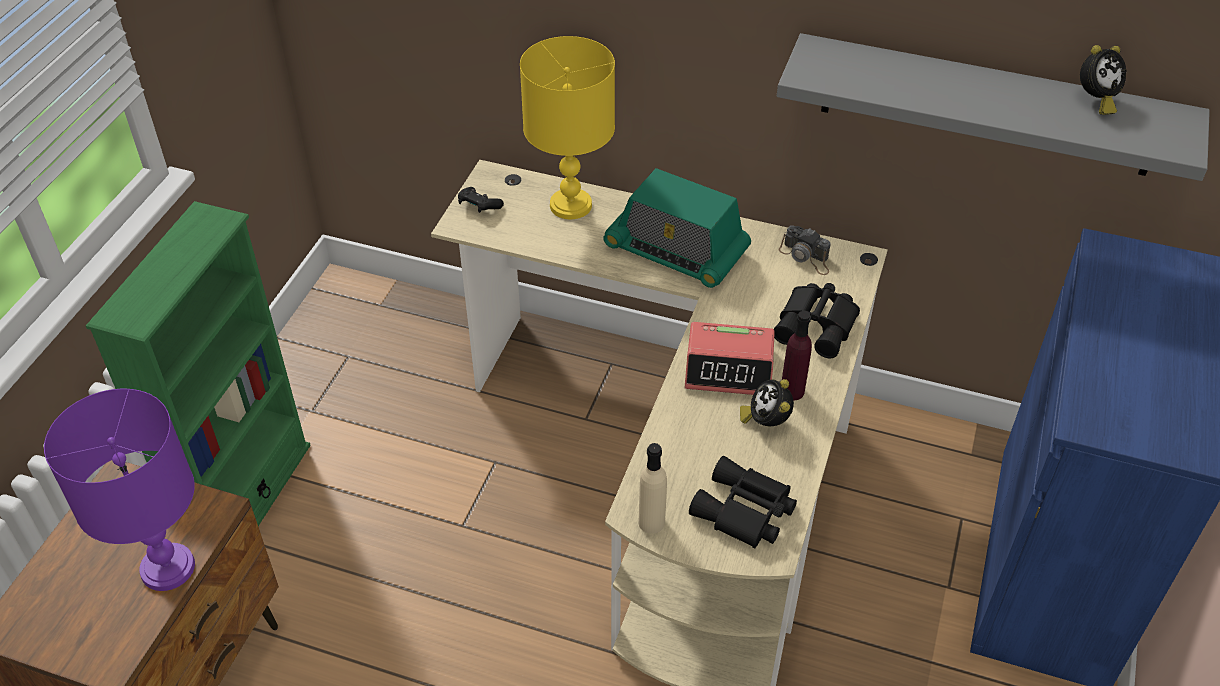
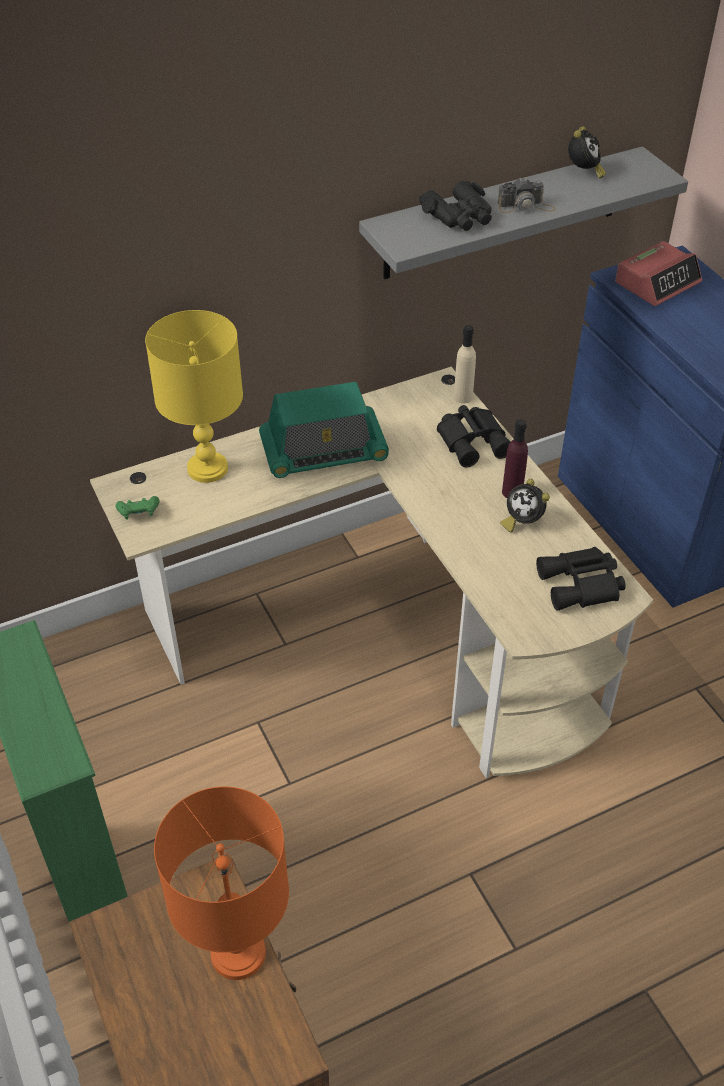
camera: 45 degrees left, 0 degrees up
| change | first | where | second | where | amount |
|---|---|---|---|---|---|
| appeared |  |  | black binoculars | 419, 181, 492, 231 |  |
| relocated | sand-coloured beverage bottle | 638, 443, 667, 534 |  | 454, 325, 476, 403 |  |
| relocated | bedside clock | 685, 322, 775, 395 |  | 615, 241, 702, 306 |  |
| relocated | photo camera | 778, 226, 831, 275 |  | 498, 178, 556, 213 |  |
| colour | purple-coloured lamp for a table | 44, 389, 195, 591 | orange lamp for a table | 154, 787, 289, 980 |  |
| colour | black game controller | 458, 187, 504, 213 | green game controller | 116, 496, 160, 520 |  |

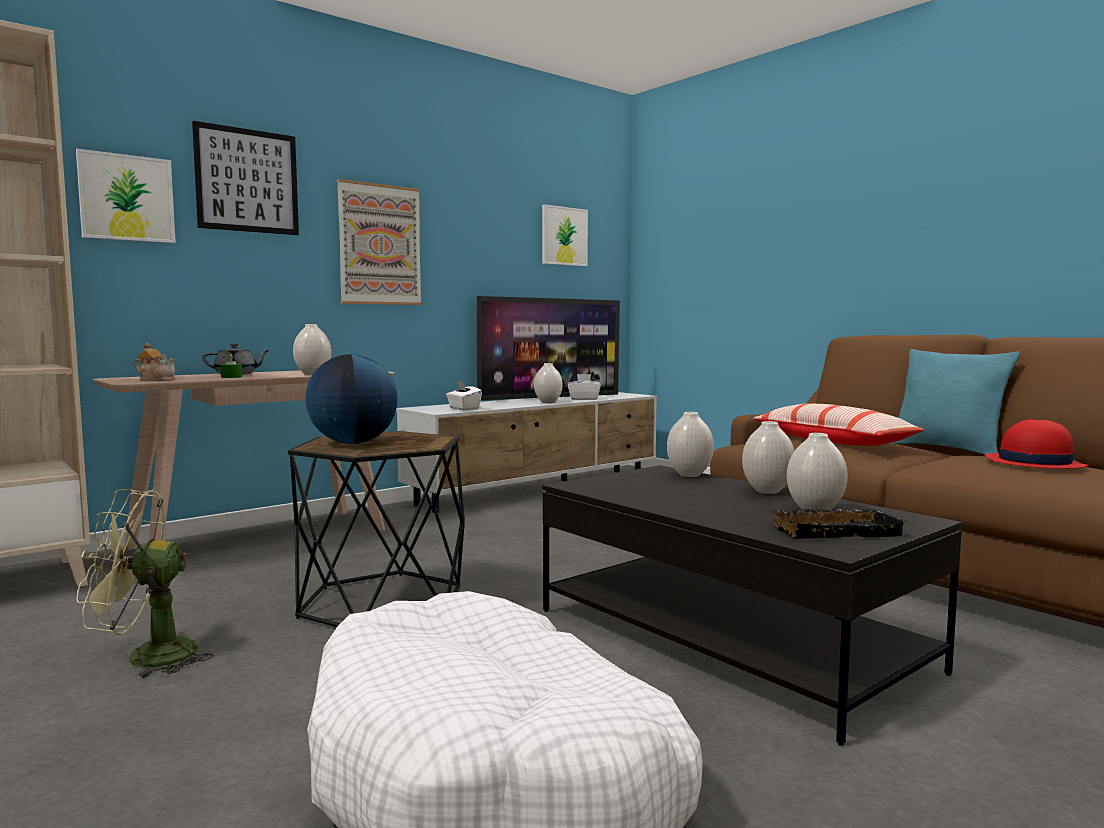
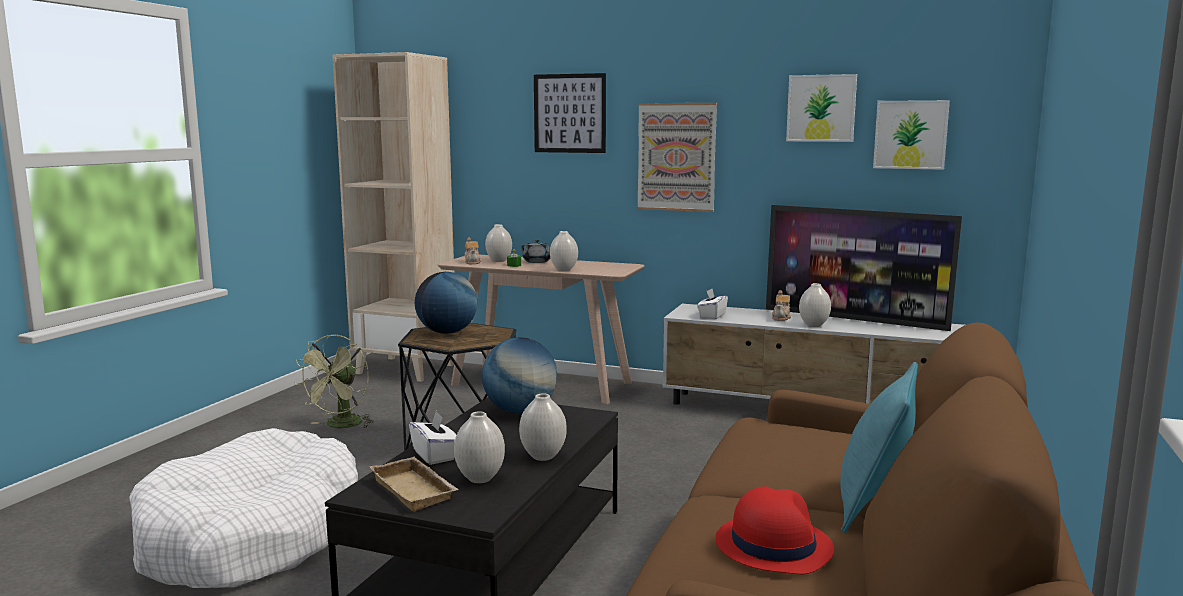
camera: 60 degrees right, 5 degrees up
| change | first | where | second | where | amount |
|---|---|---|---|---|---|
| missing | cushion | 753, 403, 924, 446 |  |  |  |
| appeared |  |  | globe | 482, 337, 557, 413 |  |
| appeared |  |  | pot for tea | 772, 290, 791, 321 |  |
| relocated | wall art | 76, 149, 176, 243 |  | 786, 74, 857, 142 |  |
| relocated | white-coloured tissue box | 568, 374, 601, 400 |  | 409, 412, 456, 465 |  |
| relocated | white-coloured vase | 667, 412, 714, 477 |  | 485, 224, 512, 262 |  |
| colour | black serving tray | 766, 509, 908, 539 | sand-coloured serving tray | 370, 457, 459, 512 |  |
| spun | green fan | 76, 489, 214, 680 |  | 296, 334, 375, 428 | 120 degrees counterclockwise |

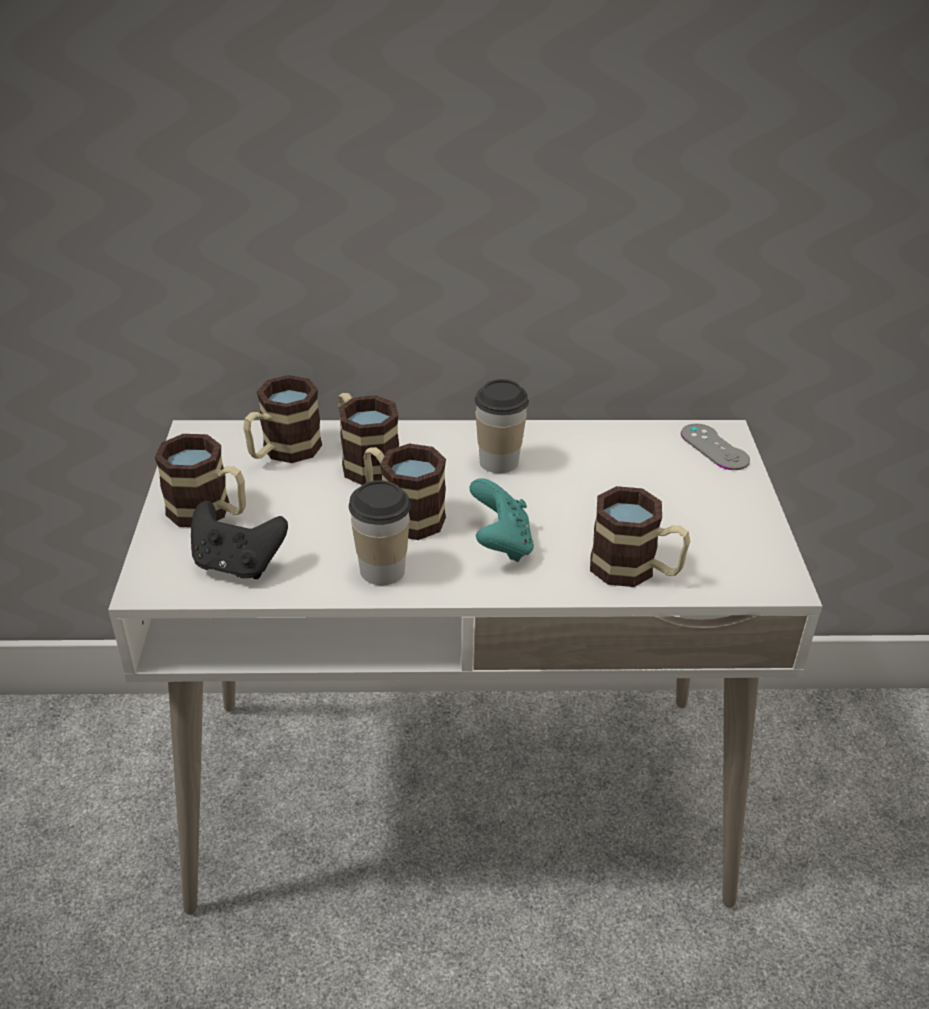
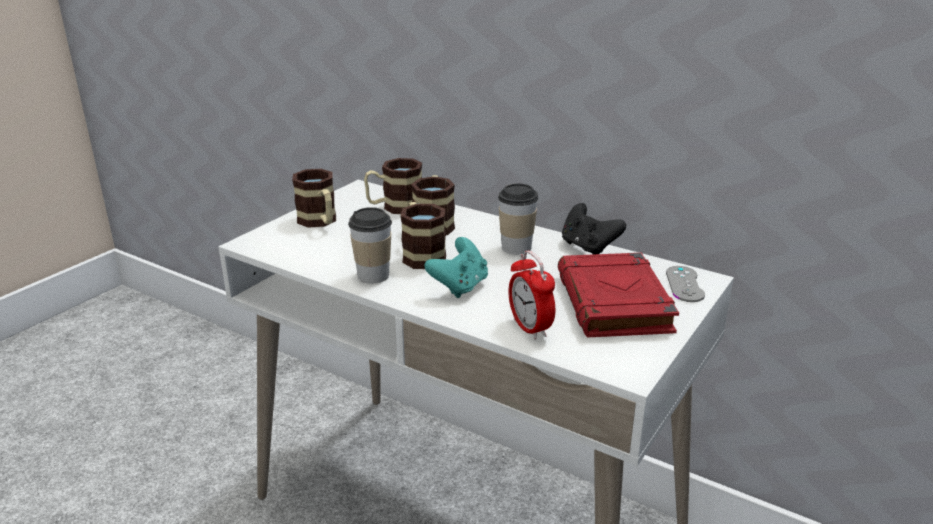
camera: 35 degrees right, 10 degrees down
| change | first | where | second | where | amount |
|---|---|---|---|---|---|
| appeared |  |  | red-coloured volume | 558, 253, 679, 337 |  |
| relocated | black game controller | 191, 500, 288, 579 |  | 562, 203, 626, 254 |  |
| exchanged | coffee mug | 590, 486, 690, 587 | bedside clock | 508, 251, 555, 340 |  |

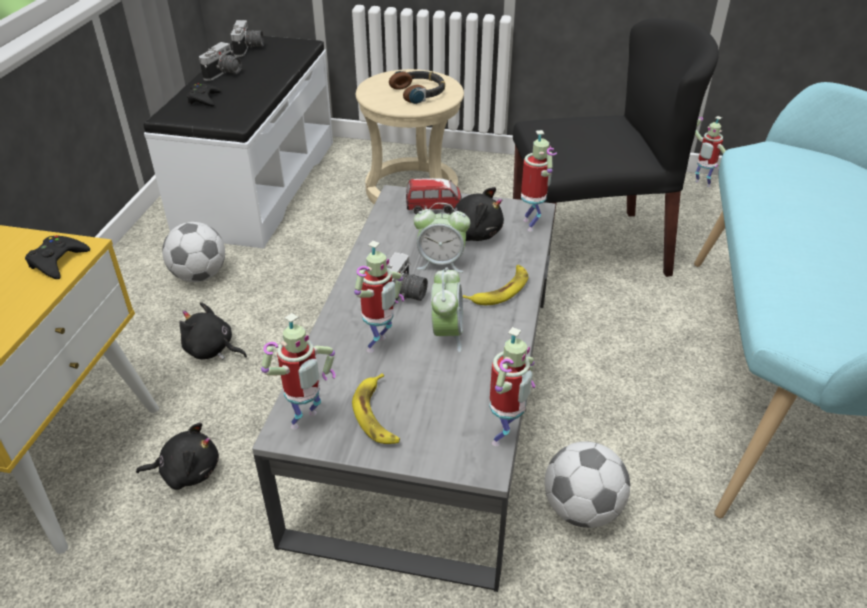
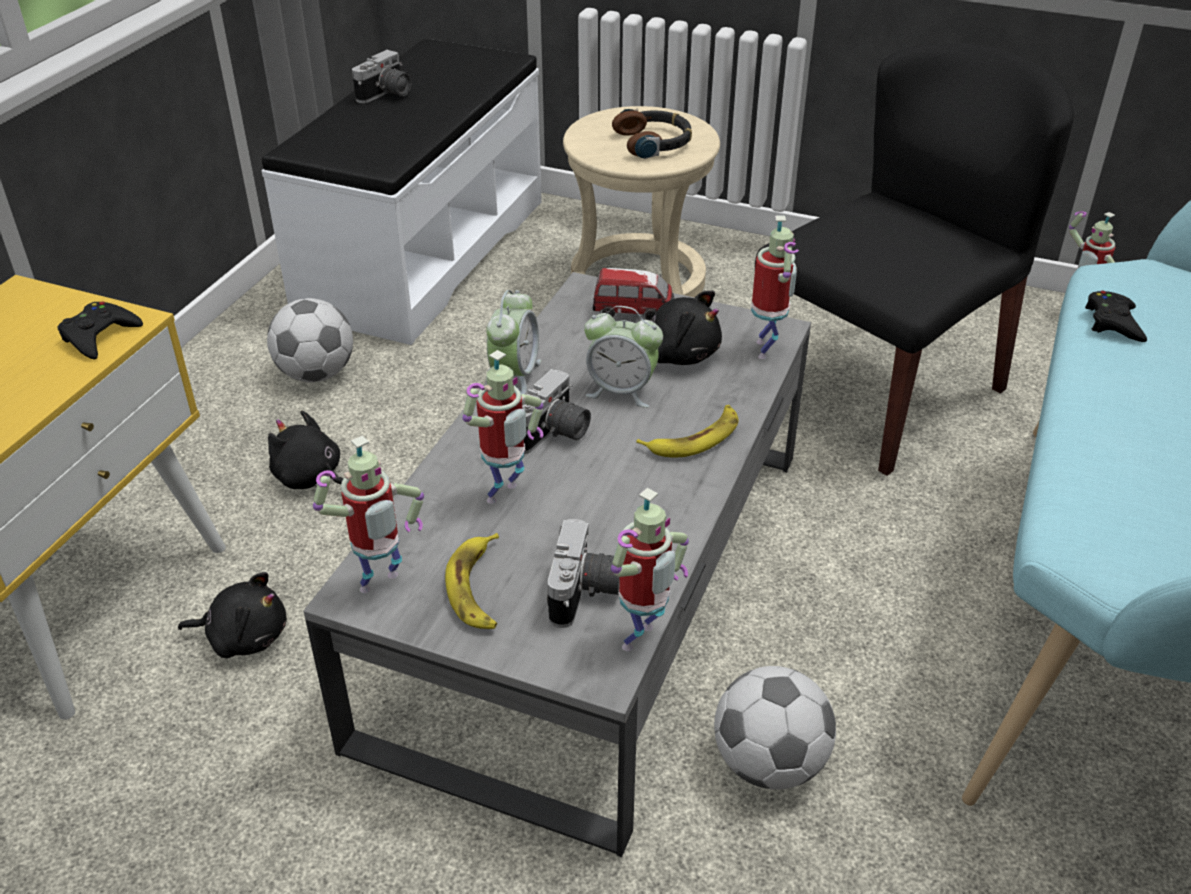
camera: 10 degrees right, 0 degrees up
| change | first | where | second | where | amount |
|---|---|---|---|---|---|
| relocated | black game controller | 187, 83, 221, 106 |  | 1085, 291, 1147, 342 |  |
| relocated | photo camera | 231, 20, 264, 57 |  | 547, 519, 619, 628 |  |
| relocated | bedside clock | 431, 267, 463, 352 |  | 486, 290, 541, 394 |  |
| spun | black chair | 513, 18, 719, 277 |  | 755, 43, 1074, 476 | 45 degrees counterclockwise |

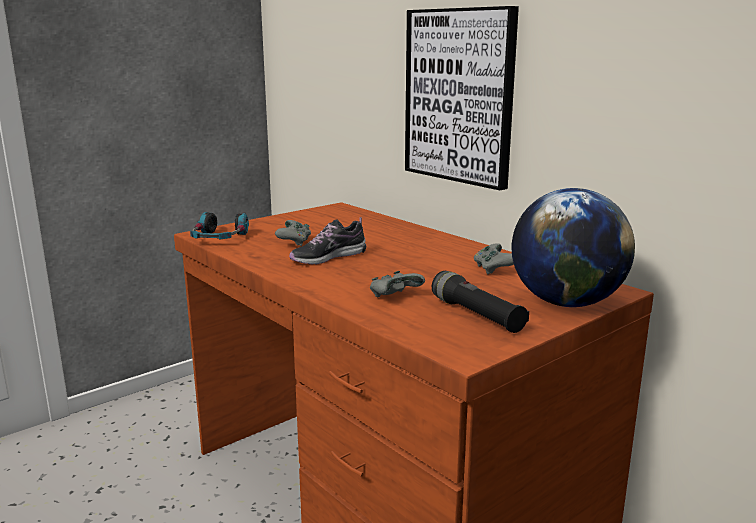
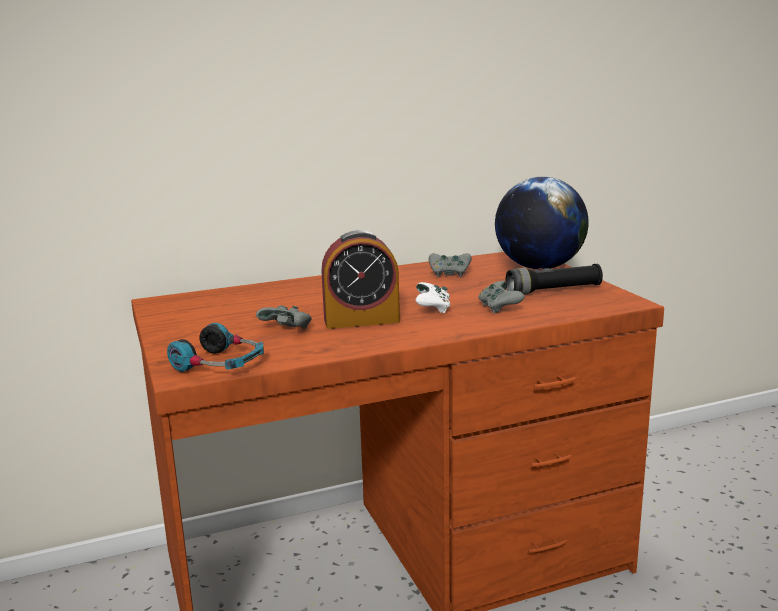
camera: 70 degrees left, 0 degrees up
| change | first | where | second | where | amount |
|---|---|---|---|---|---|
| missing | wall art | 405, 6, 519, 190 |  |  |  |
| appeared |  |  | white-coloured game controller | 416, 282, 450, 313 |  |
| exchanged | item of footwear | 289, 217, 366, 265 | bedside clock | 321, 230, 400, 329 |  |

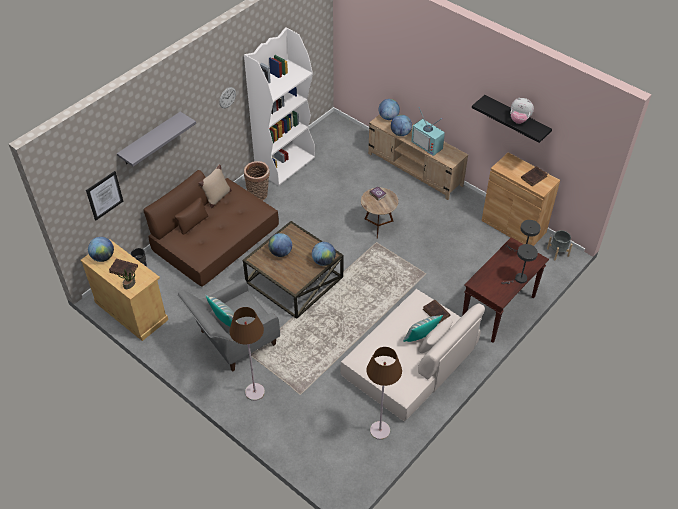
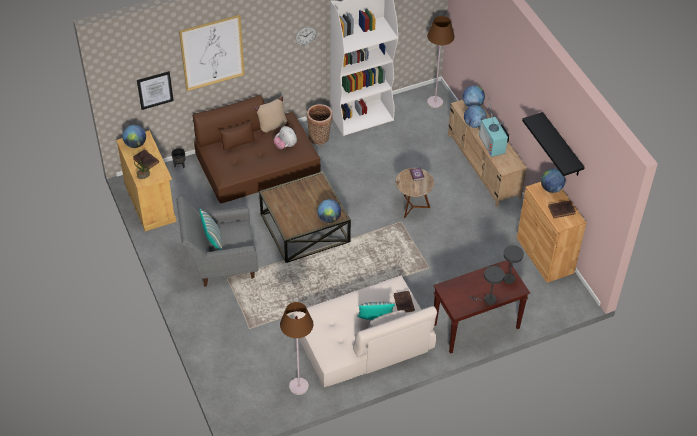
camera: 25 degrees right, 0 degrees up
| change | first | where | second | where | amount |
|---|---|---|---|---|---|
| missing | greyish plant pot | 547, 230, 573, 260 |  |  |  |
| relocated | brown-coloured floor lamp | 229, 307, 265, 401 |  | 427, 16, 454, 108 |  |
| relocated | globe | 268, 233, 292, 257 |  | 541, 168, 566, 193 |  |
| relocated | soft toy | 510, 98, 534, 124 |  | 274, 126, 297, 149 |  |
| exchanged | greyish shelf | 117, 112, 196, 166 | wall art | 179, 15, 245, 91 |  |

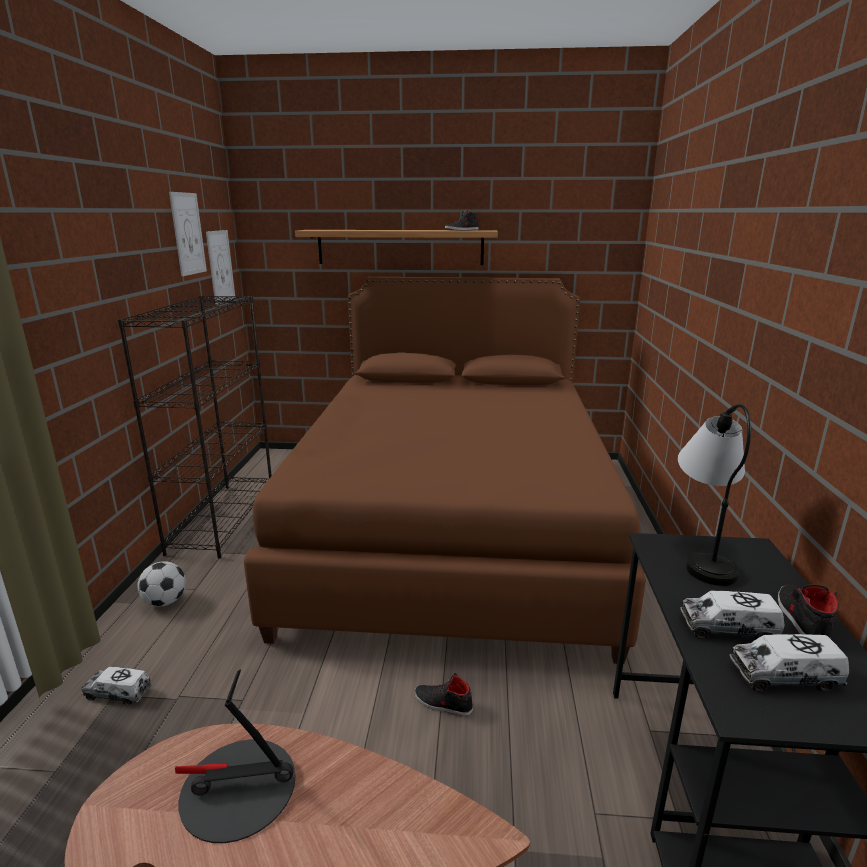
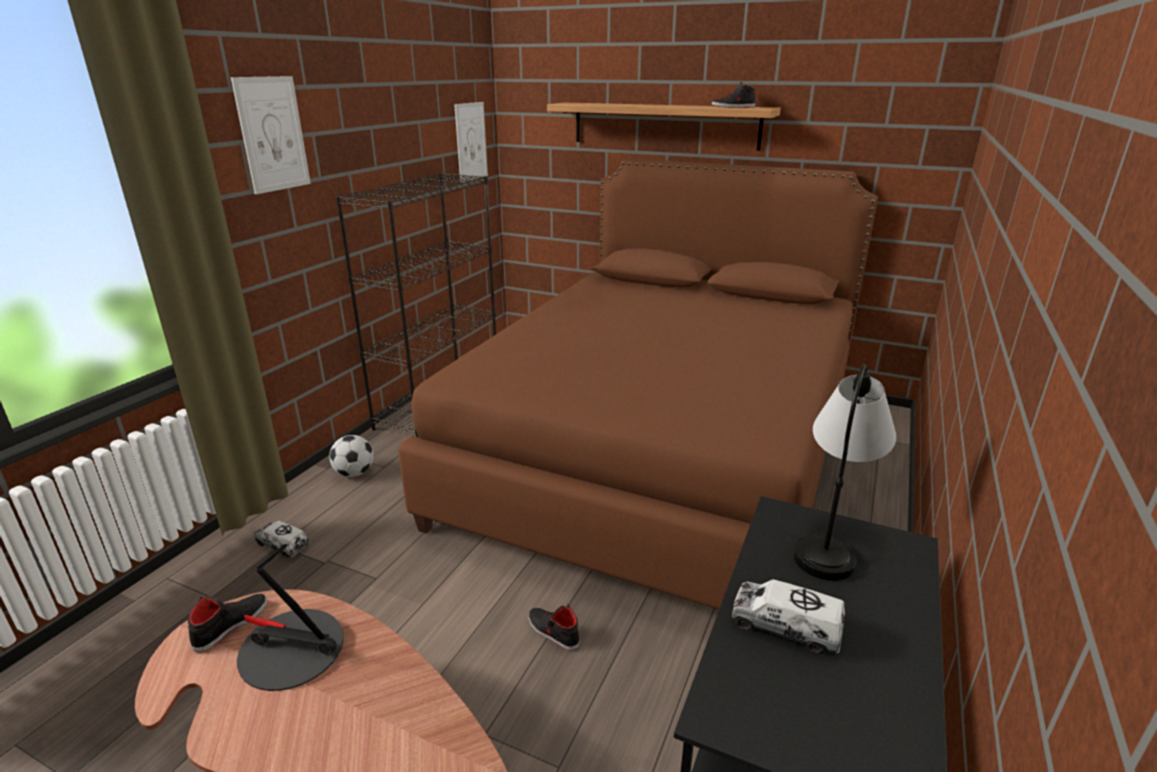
camera: 20 degrees right, 5 degrees up
| change | first | where | second | where | amount |
|---|---|---|---|---|---|
| missing | toy truck | 730, 634, 849, 691 |  |  |  |
| relocated | wall art | 169, 192, 207, 276 |  | 231, 76, 311, 194 |  |
| relocated | black item of footwear | 778, 584, 839, 639 |  | 188, 594, 268, 653 |  |

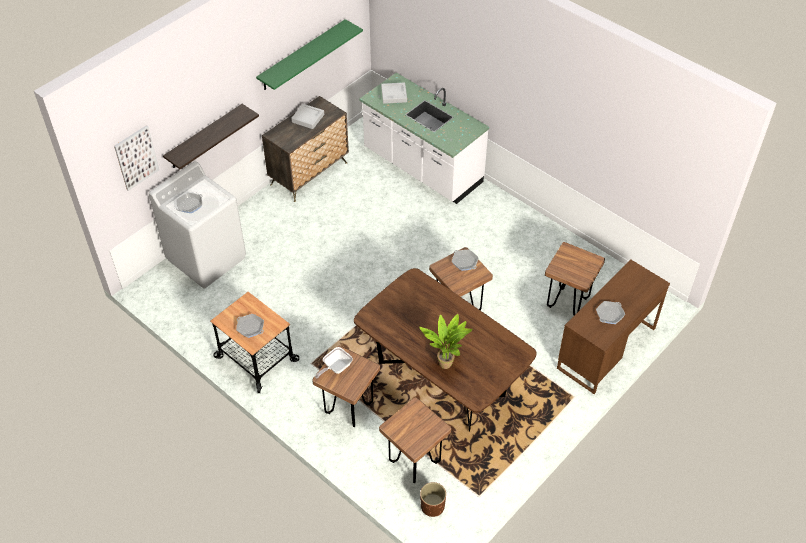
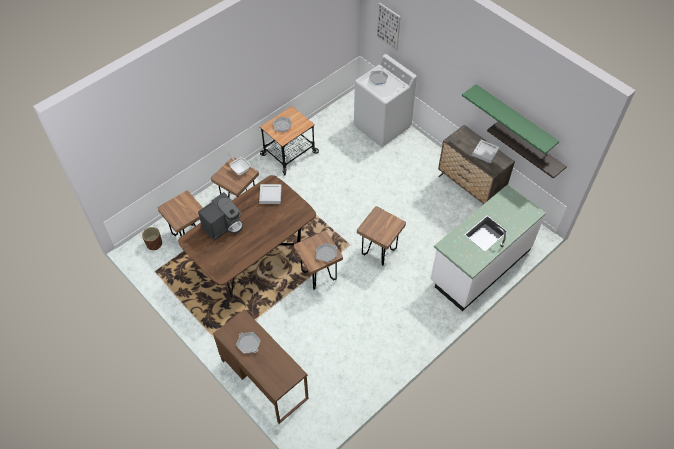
camera: 95 degrees right, 5 degrees up
| change | first | where | second | where | amount |
|---|---|---|---|---|---|
| relocated | shelf | 163, 104, 259, 169 |  | 487, 122, 567, 179 |  |
| relocated | greyish serving tray | 381, 82, 407, 104 |  | 259, 184, 282, 204 |  |
| relocated | brown-coloured stool seat | 545, 242, 605, 315 |  | 357, 206, 406, 266 |  |
| exchanged | plant in a pot | 419, 314, 473, 369 | coffee maker | 198, 192, 243, 241 |  |

